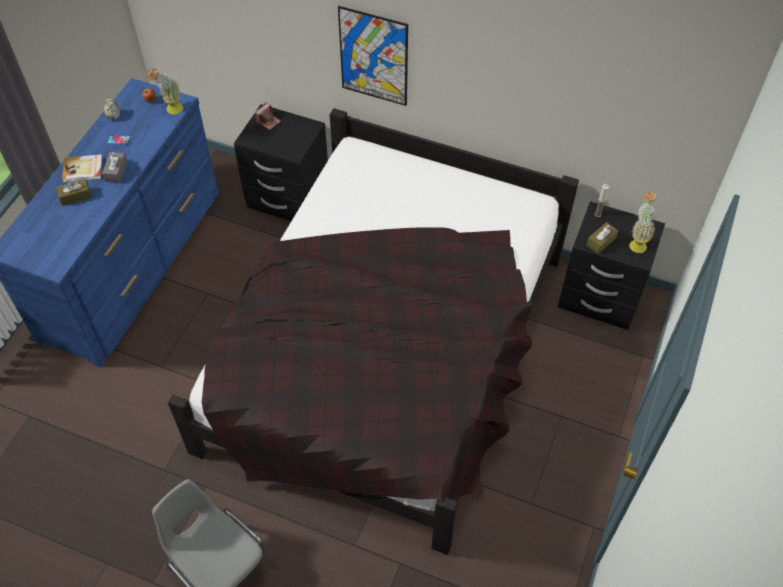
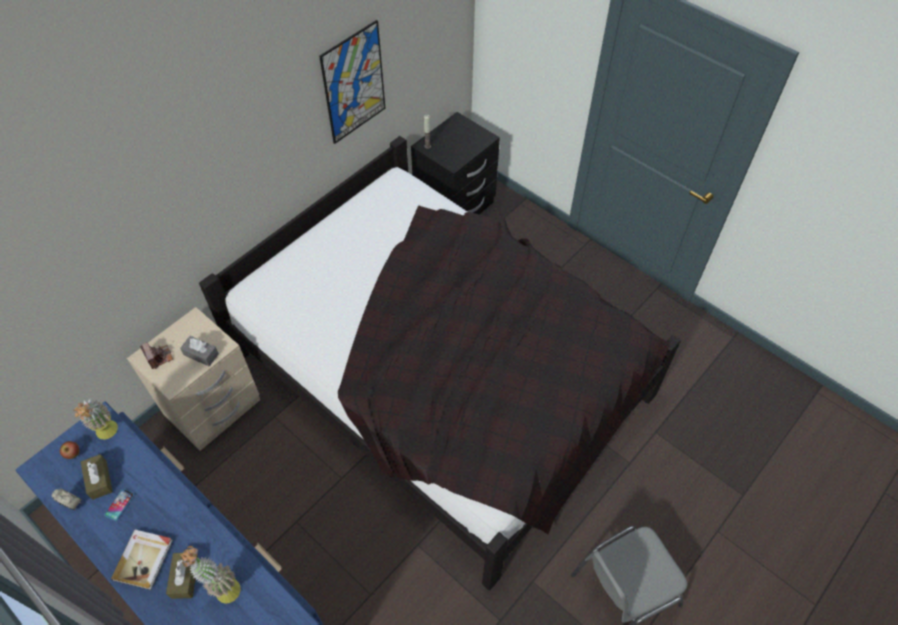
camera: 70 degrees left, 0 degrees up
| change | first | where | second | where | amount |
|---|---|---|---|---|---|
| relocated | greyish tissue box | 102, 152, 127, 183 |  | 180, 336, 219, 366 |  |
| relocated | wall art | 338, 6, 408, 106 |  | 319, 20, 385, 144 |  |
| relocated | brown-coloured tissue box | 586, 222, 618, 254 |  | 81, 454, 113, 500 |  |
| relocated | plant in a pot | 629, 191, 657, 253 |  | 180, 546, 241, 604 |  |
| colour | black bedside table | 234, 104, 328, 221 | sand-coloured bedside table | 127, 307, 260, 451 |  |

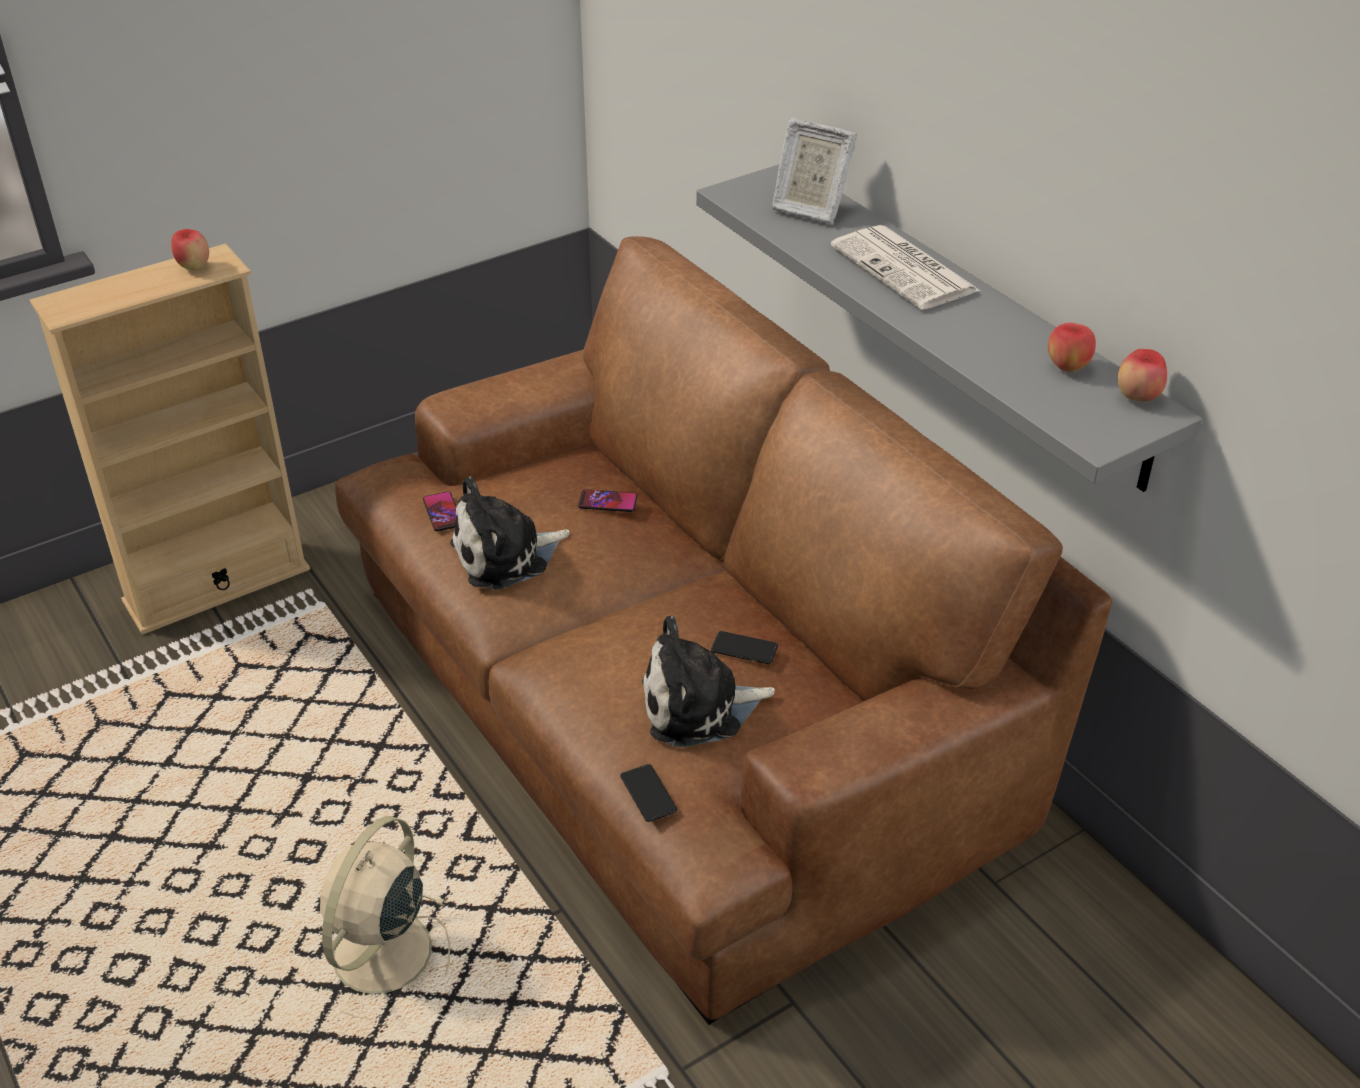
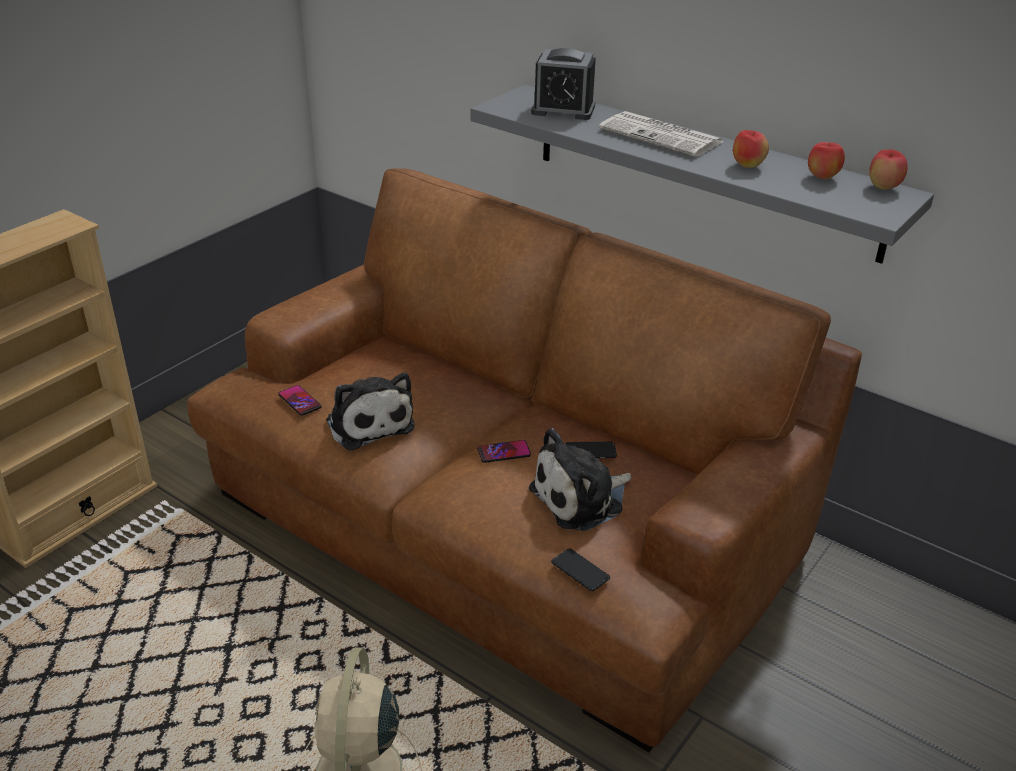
camera: 20 degrees left, 5 degrees down
| change | first | where | second | where | amount |
|---|---|---|---|---|---|
| relocated | apple | 171, 229, 209, 270 |  | 733, 130, 769, 168 |  |
| relocated | handset | 578, 489, 637, 512 |  | 477, 440, 531, 463 |  |
| exchanged | picture frame | 772, 118, 857, 224 | bedside clock | 531, 48, 596, 120 |  |
| spun | soft toy | 450, 476, 570, 590 |  | 326, 372, 415, 451 | 75 degrees counterclockwise |

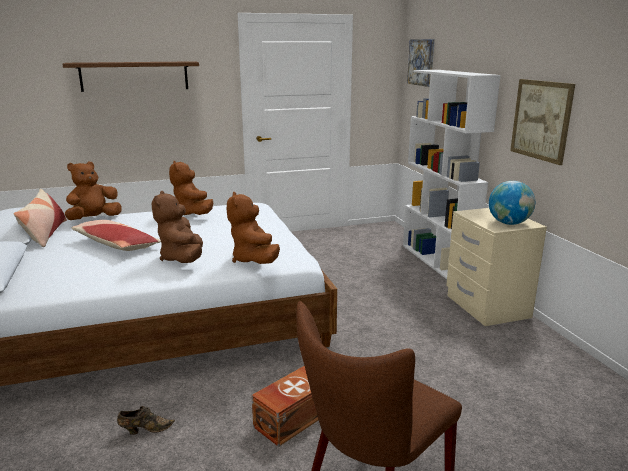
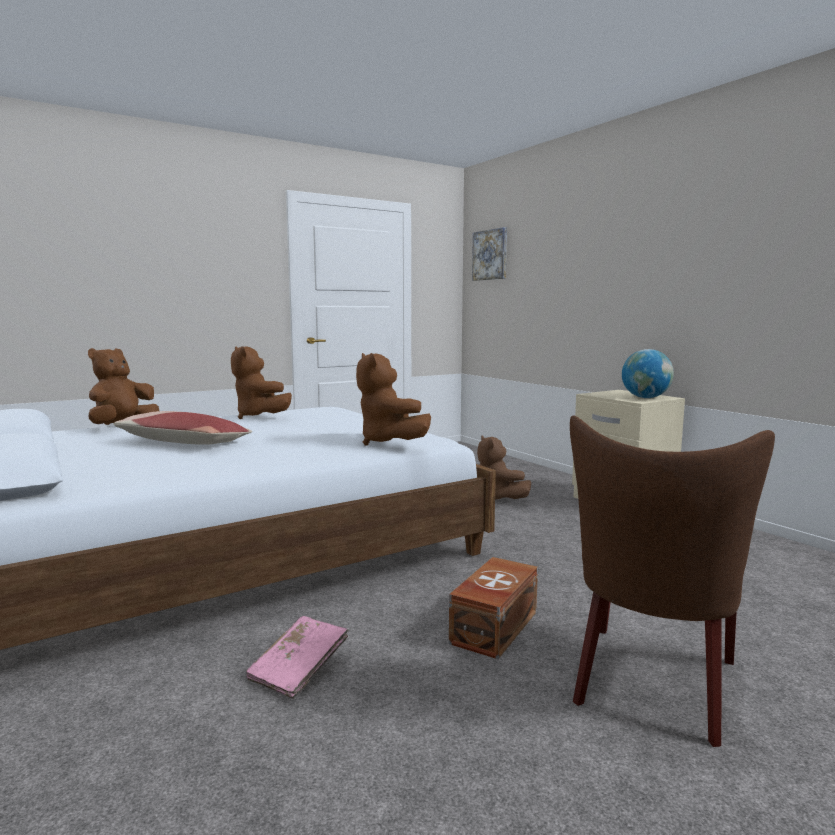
camera: 15 degrees left, 10 degrees down
| change | first | where | second | where | amount |
|---|---|---|---|---|---|
| missing | cushion | 13, 189, 67, 247 |  |  |  |
| missing | brown-coloured shelf | 63, 61, 199, 92 |  |  |  |
| missing | white-coloured bookcase | 403, 70, 501, 279 |  |  |  |
| missing | wall art | 510, 79, 575, 165 |  |  |  |
| relocated | brown-coloured soft toy | 152, 191, 203, 263 |  | 477, 436, 531, 499 |  |
| exchanged | brown-coloured item of footwear | 117, 406, 175, 435 | pink-coloured volume | 246, 616, 348, 699 |  |

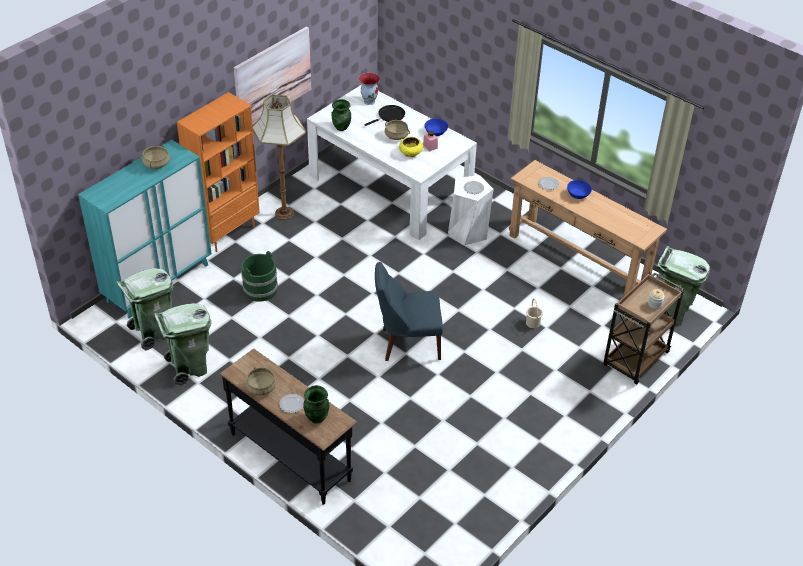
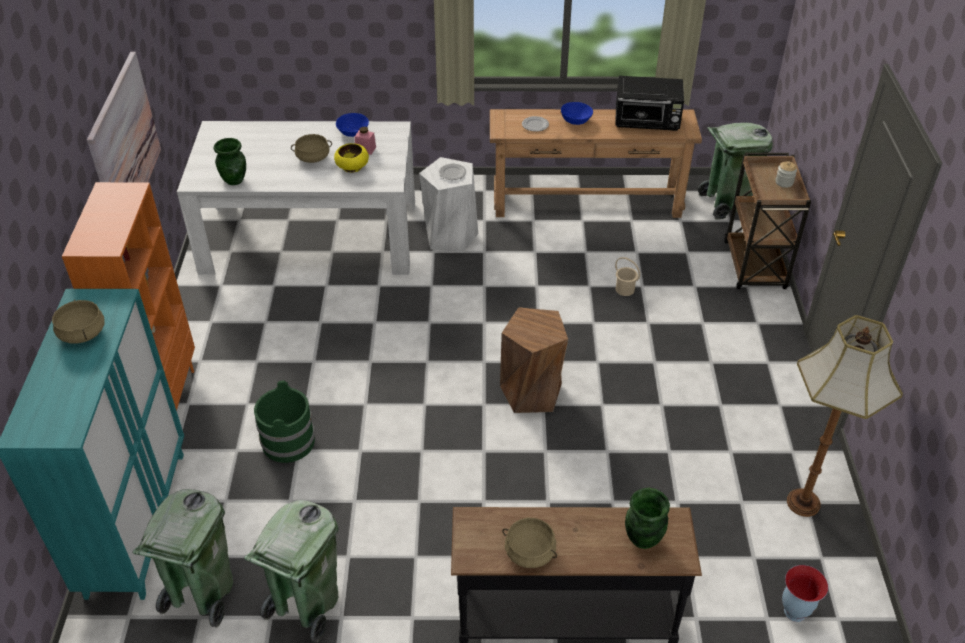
camera: 40 degrees left, 0 degrees up
| change | first | where | second | where | amount |
|---|---|---|---|---|---|
| missing | plate | 279, 394, 304, 413 |  |  |  |
| missing | black skillet | 364, 105, 405, 126 |  |  |  |
| appeared |  |  | black microwave | 615, 76, 684, 131 |  |
| relocated | floor lamp | 253, 94, 306, 220 |  | 787, 315, 903, 517 |  |
| relocated | vase | 359, 73, 380, 105 |  | 782, 565, 828, 622 |  |
| exchanged | bluish chair | 375, 262, 443, 361 | brown-coloured stool seat | 500, 307, 568, 413 |  |

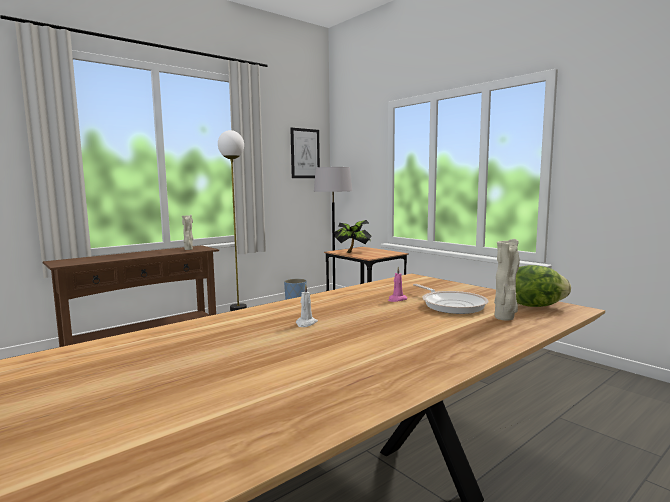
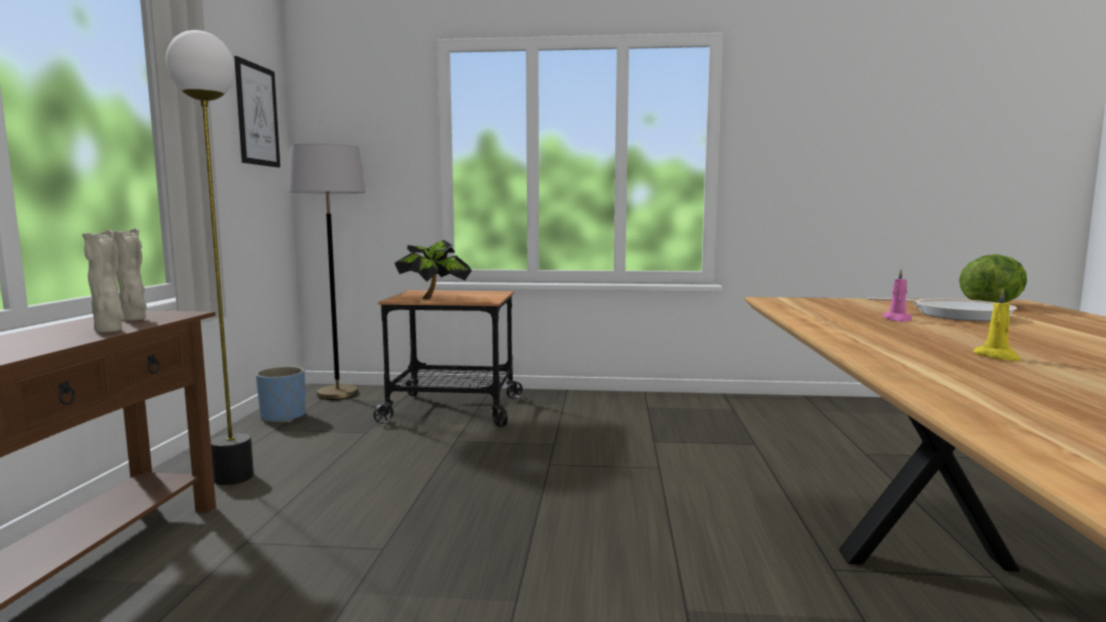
camera: 45 degrees left, 0 degrees up
| change | first | where | second | where | amount |
|---|---|---|---|---|---|
| relocated | sand-coloured vase | 494, 239, 520, 320 |  | 82, 230, 124, 333 |  |
| colour | white-coloured wax candle | 296, 284, 318, 327 | yellowish wax candle | 973, 288, 1021, 361 |  |

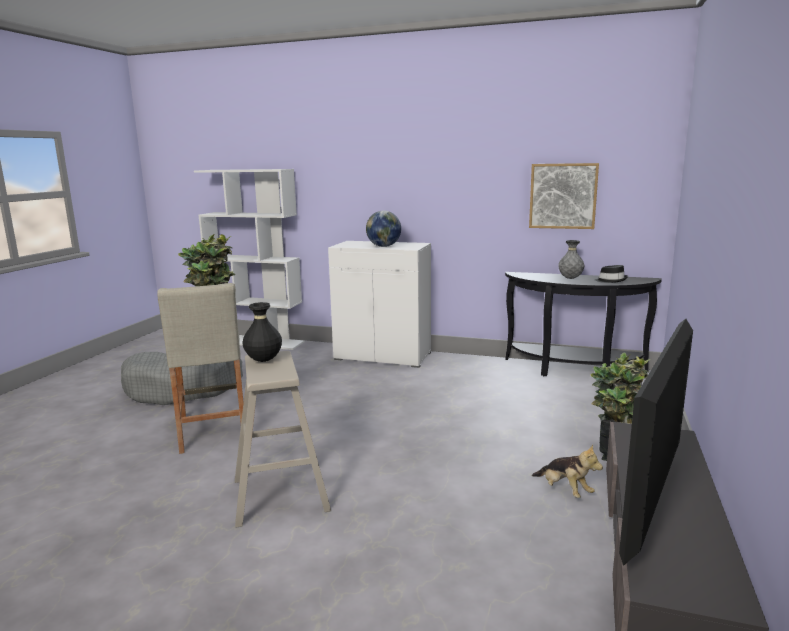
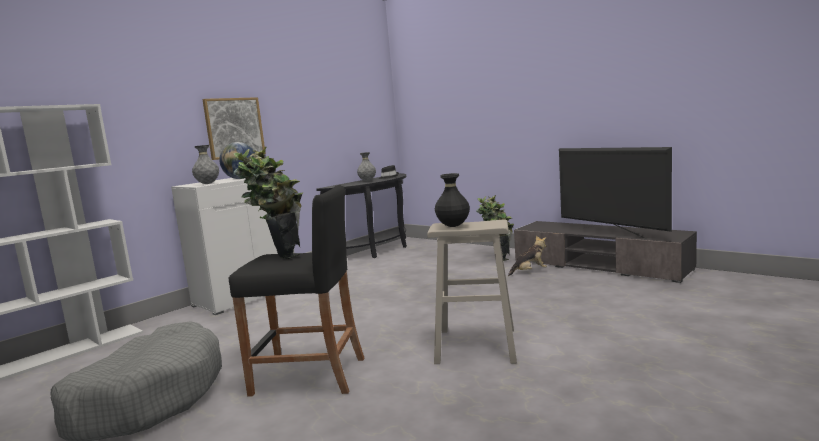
camera: 65 degrees left, 5 degrees down
| change | first | where | second | where | amount |
|---|---|---|---|---|---|
| appeared |  |  | greyish vase | 192, 145, 219, 184 |  |
| relocated | wall art | 529, 163, 599, 229 |  | 202, 97, 266, 160 |  |
| colour | sand-coloured stool seat | 157, 283, 244, 454 | black stool seat | 229, 185, 365, 397 |  |

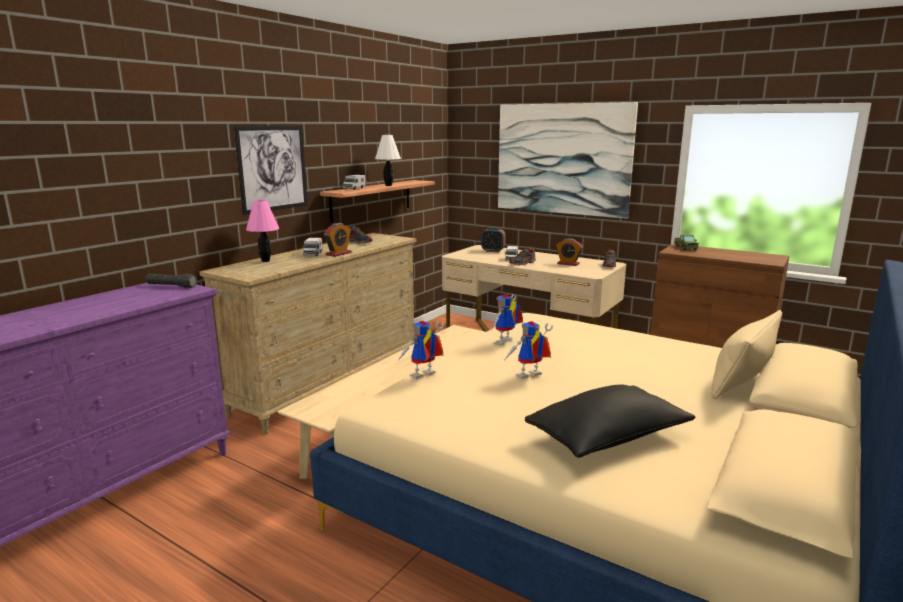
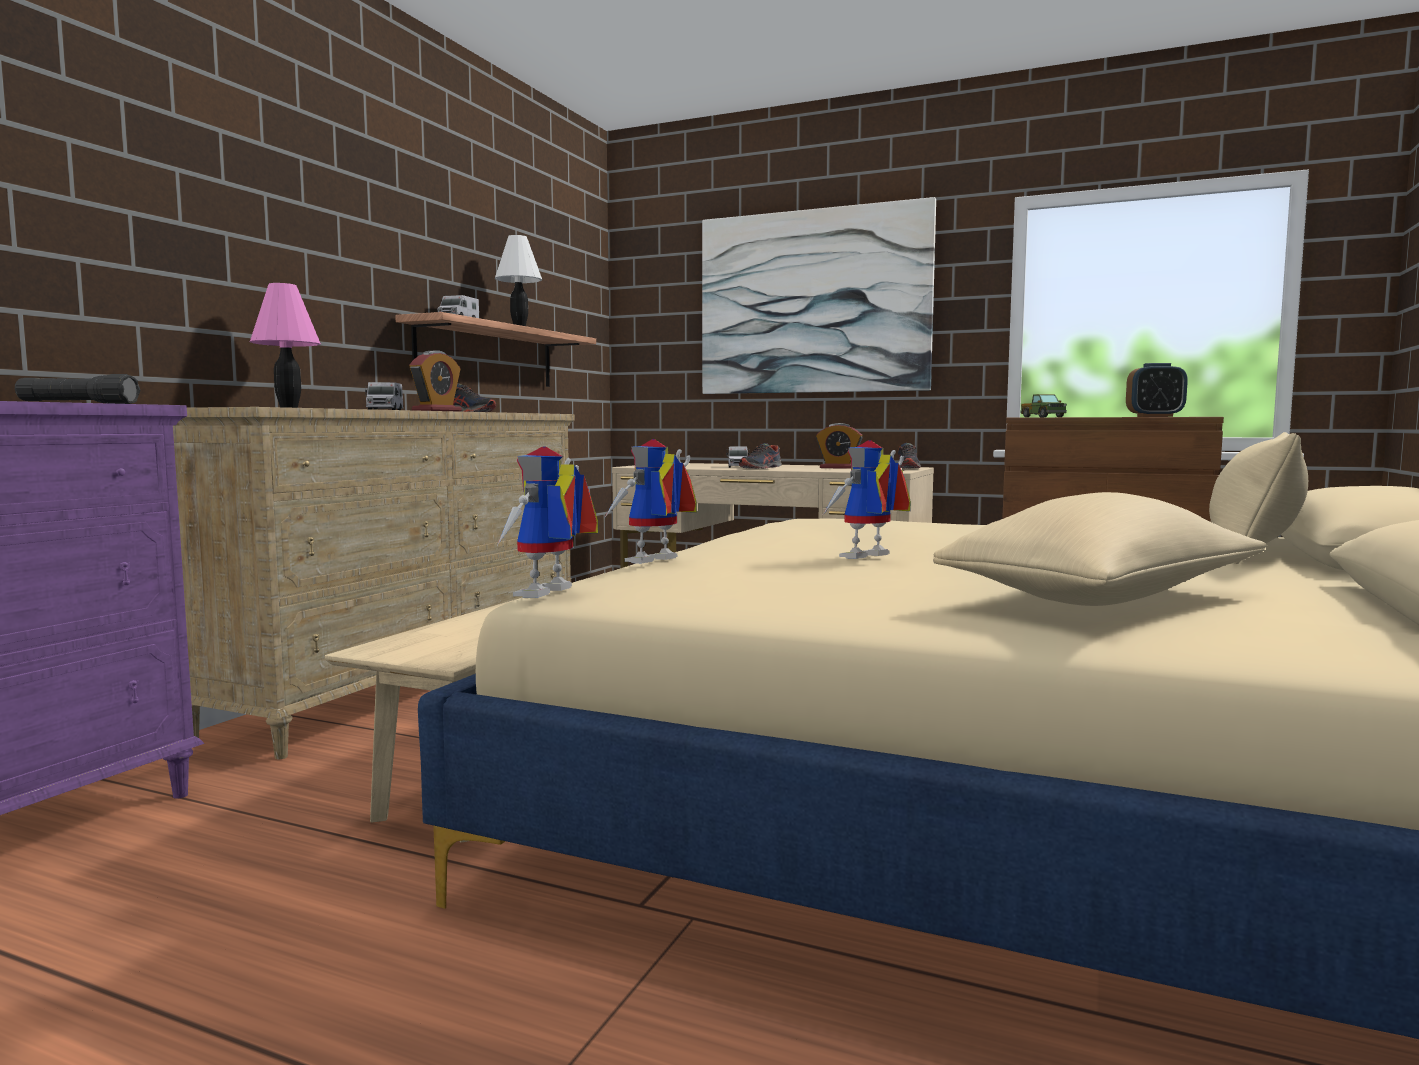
camera: 10 degrees left, 10 degrees down
| change | first | where | second | where | amount |
|---|---|---|---|---|---|
| missing | wall art | 234, 126, 308, 215 |  |  |  |
| relocated | bedside clock | 481, 227, 506, 252 |  | 1126, 363, 1188, 417 |  |
| relocated | robot figure | 492, 294, 523, 345 |  | 497, 446, 598, 598 |  |
| colour | black cushion | 525, 385, 695, 458 | sand-coloured cushion | 933, 492, 1267, 606 |  |

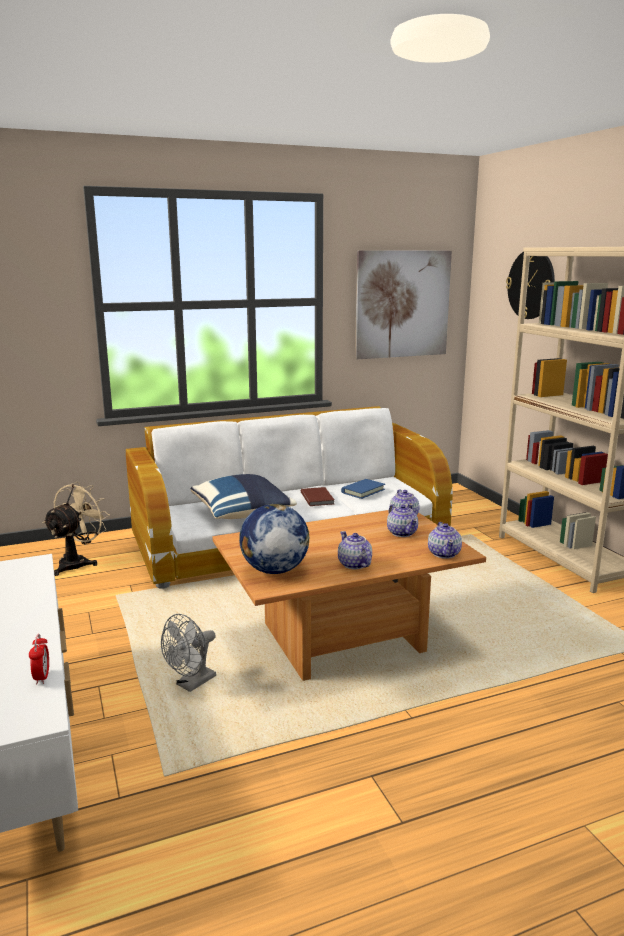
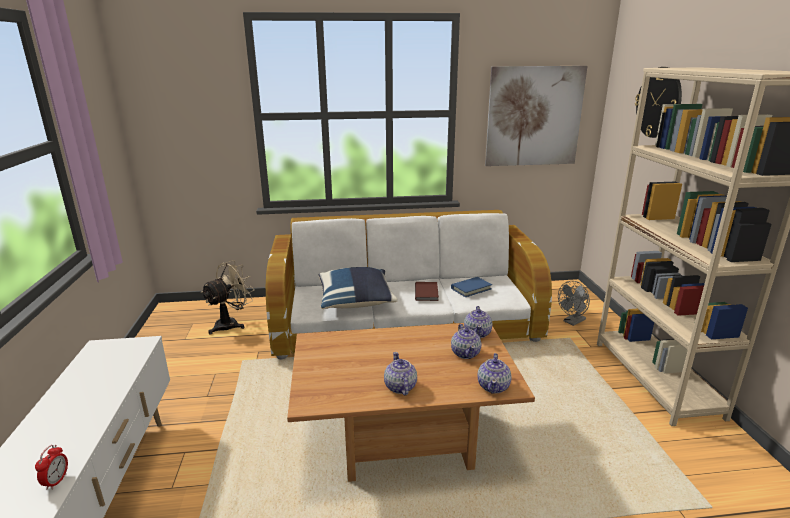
camera: 15 degrees right, 5 degrees up
| change | first | where | second | where | amount |
|---|---|---|---|---|---|
| missing | globe | 239, 504, 309, 574 |  |  |  |
| relocated | greyish fan | 161, 614, 216, 692 |  | 558, 281, 590, 326 |  |

